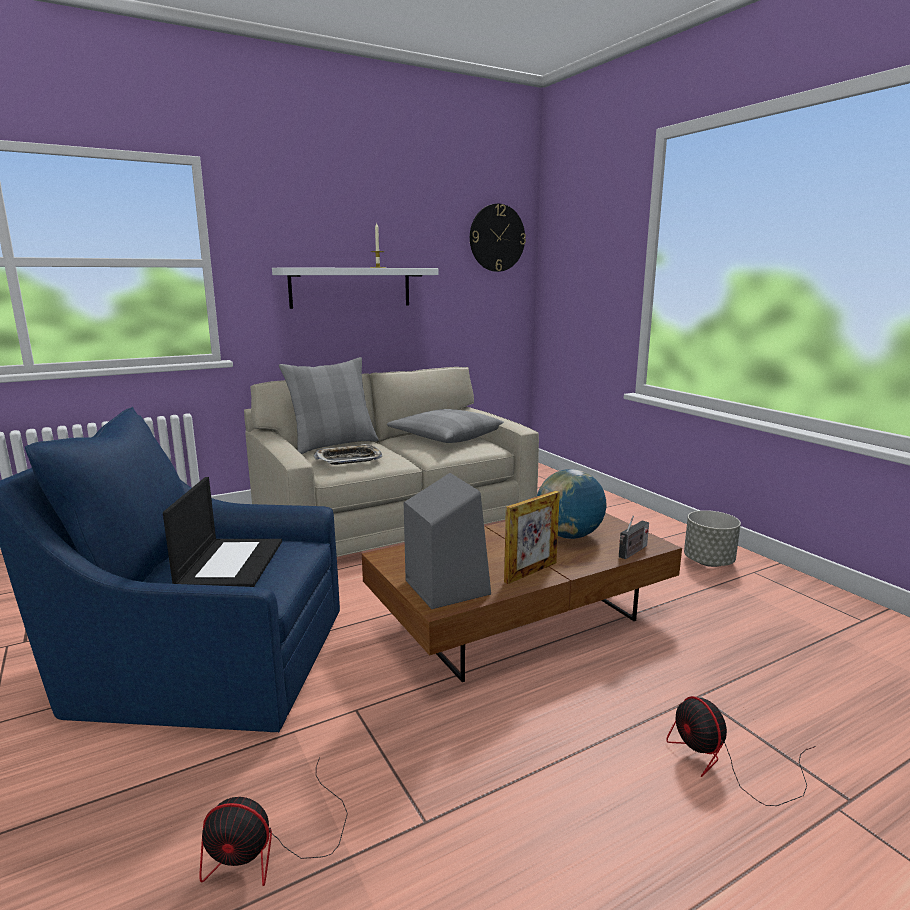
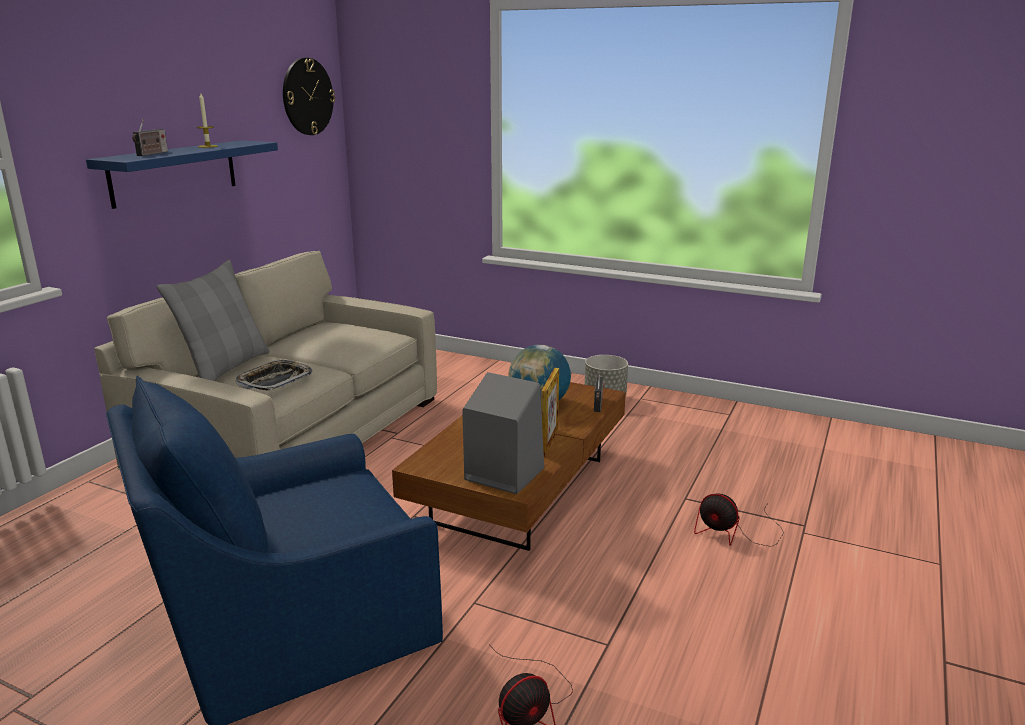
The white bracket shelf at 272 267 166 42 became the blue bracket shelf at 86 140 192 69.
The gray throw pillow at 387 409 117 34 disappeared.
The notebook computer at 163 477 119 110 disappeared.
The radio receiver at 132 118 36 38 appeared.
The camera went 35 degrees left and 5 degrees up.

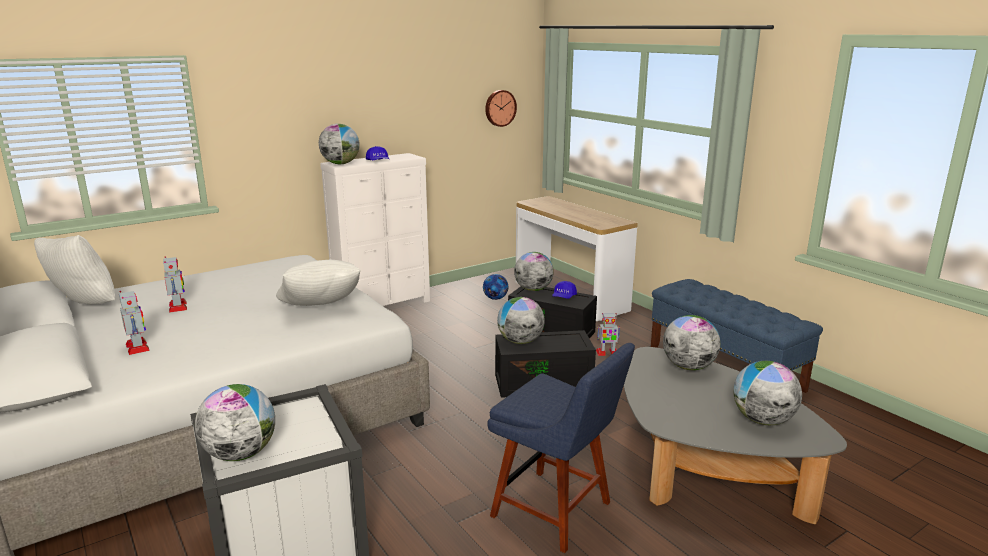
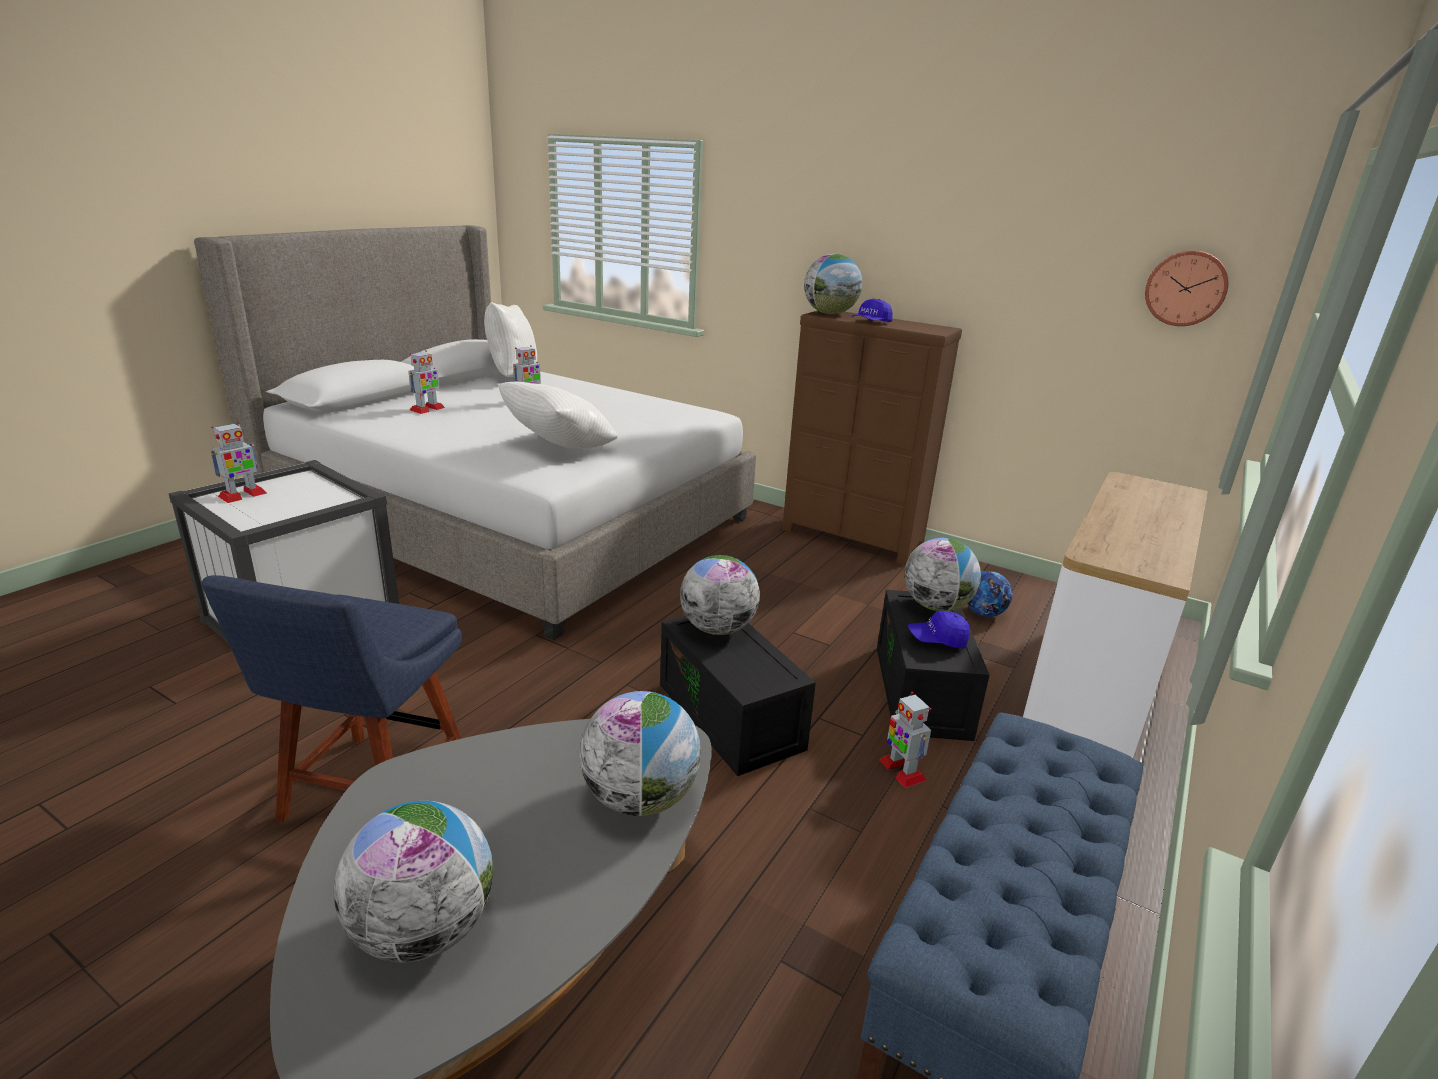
The white chest of drawers at 320 153 110 153 became the brownish chest of drawers at 782 310 180 255.
The globe at 195 384 80 77 was replaced by the toy robot at 210 422 57 81.
The camera went 65 degrees right and 5 degrees up.

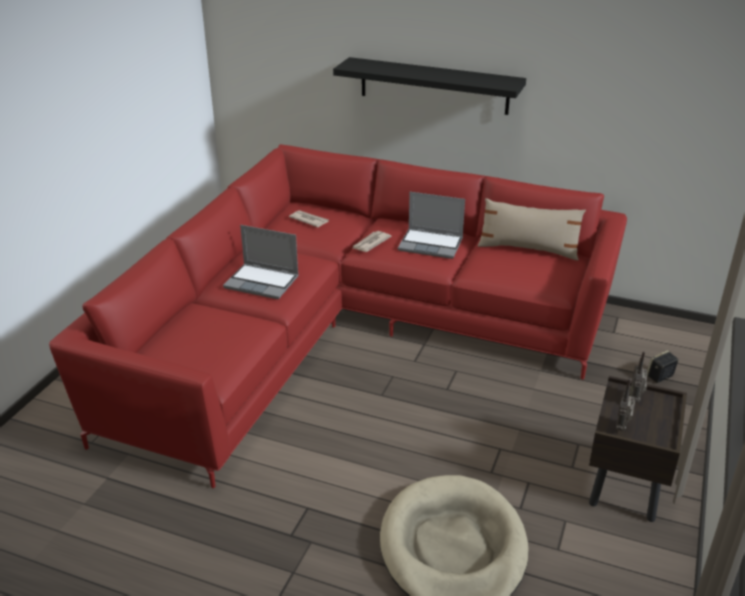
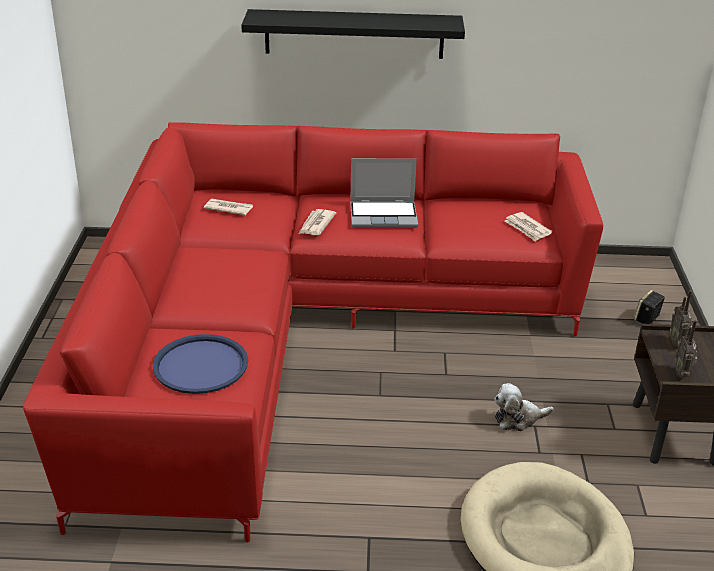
The beige-coloured throw pillow at 478 198 108 62 disappeared.
The notebook computer at 223 225 76 74 disappeared.
The daily paper at 505 212 47 30 appeared.
The blue tray at 152 334 96 60 appeared.
The cuddly toy at 494 383 60 48 appeared.
The camera went 20 degrees left and 0 degrees up.

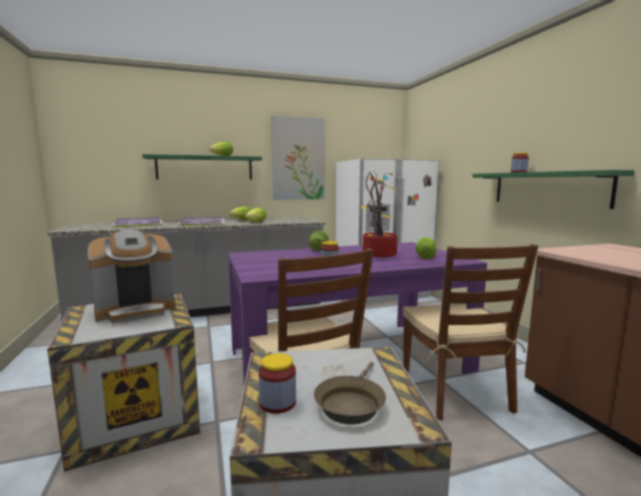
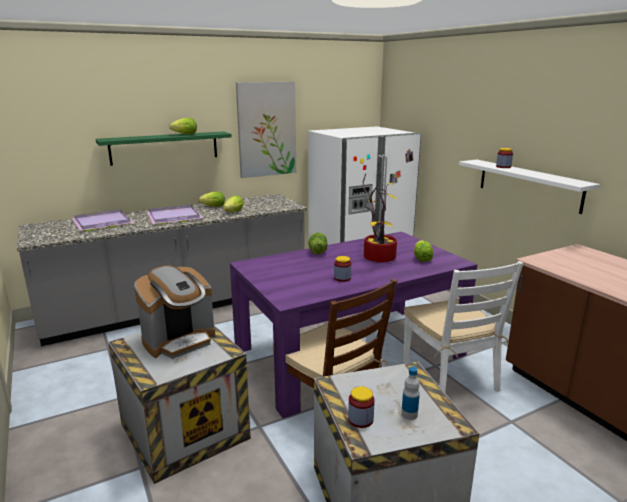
The green-coloured bracket shelf at 472 170 163 39 became the white bracket shelf at 459 160 141 54.
The brownish chair at 403 244 135 177 became the white chair at 403 261 120 132.
The brownish pan at 314 362 72 63 was replaced by the drink bottle at 401 367 19 53.
The camera went 10 degrees left and 10 degrees up.

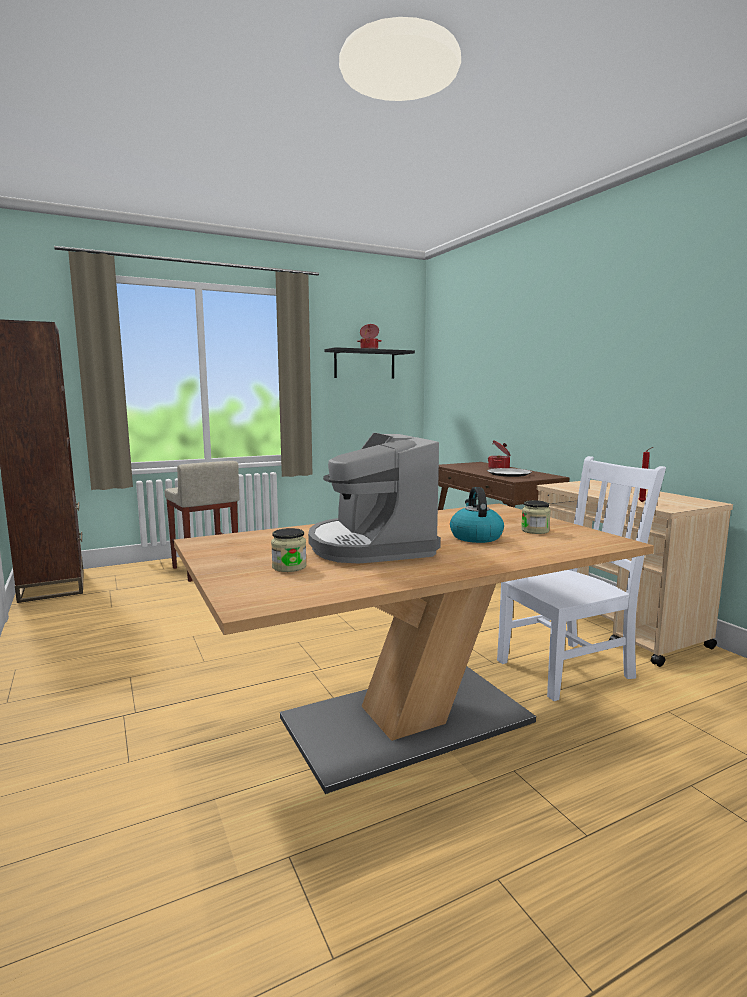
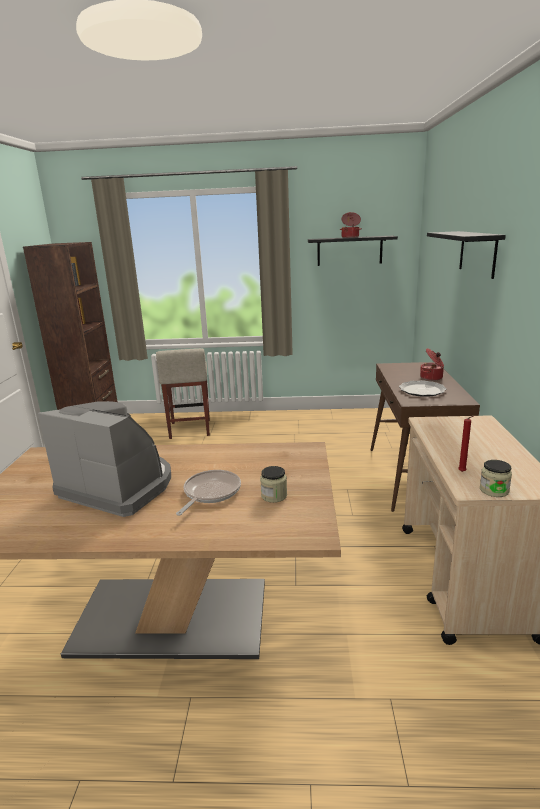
The coffee brewer at 308 433 133 130 turned 105 degrees clockwise.
The white chair at 497 456 169 245 disappeared.
The kettle at 450 487 54 56 was replaced by the pan at 176 470 65 46.
The preserve jar moved from 271 528 36 44 to 480 460 32 37.
The black bracket shelf at 427 231 79 48 appeared.
The camera went 30 degrees right and 10 degrees up.

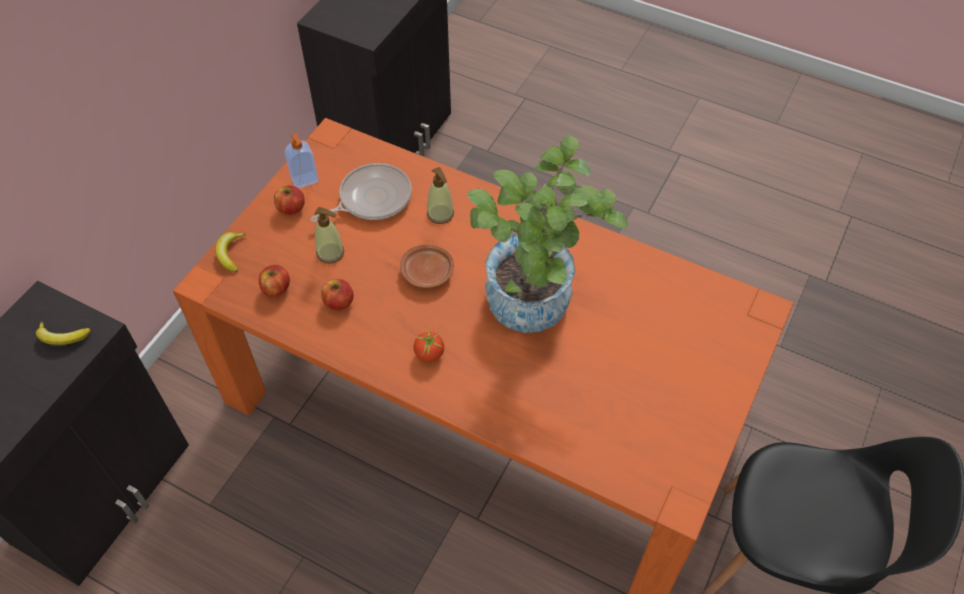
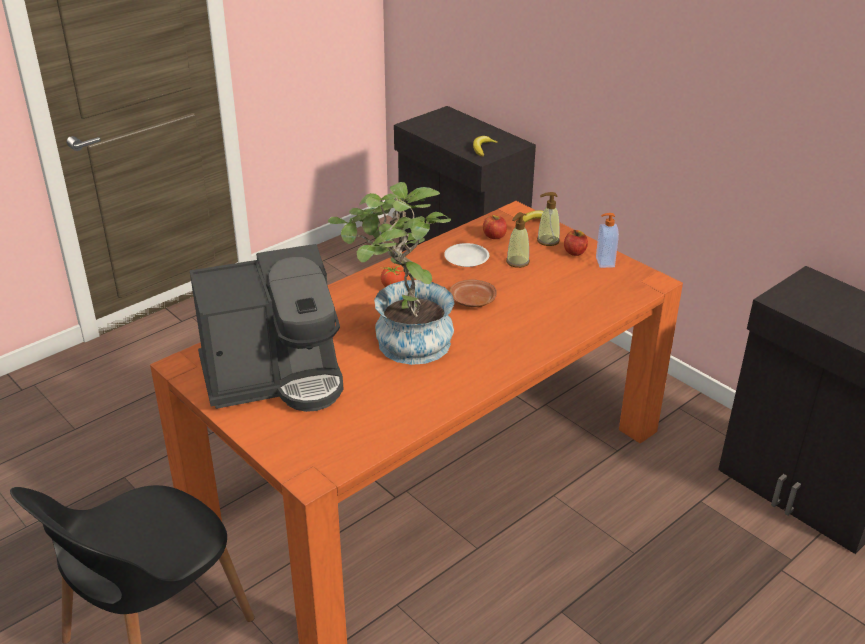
The pan at 310 163 102 59 disappeared.
The soap dispenser moved from 427 167 27 57 to 537 192 23 54.
The apple fruit at 321 279 33 31 was replaced by the white plate at 444 243 45 24.
The coffee brewer at 189 244 154 168 appeared.
The camera went 110 degrees right and 20 degrees down.

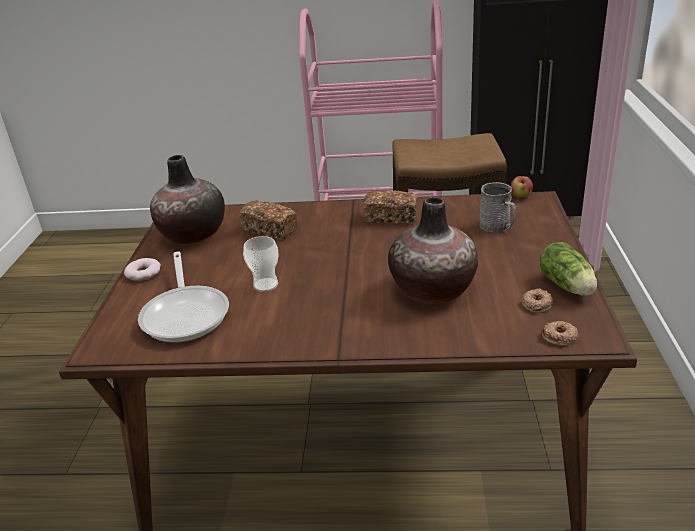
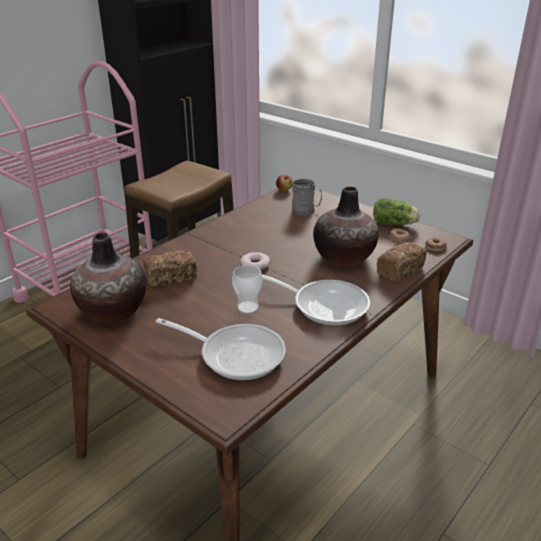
The baked bread moved from 363 190 55 34 to 377 242 50 40.
The ring doughnut moved from 124 258 37 23 to 240 252 31 18.
The pan at 262 274 108 52 appeared.
The camera went 55 degrees left and 0 degrees up.

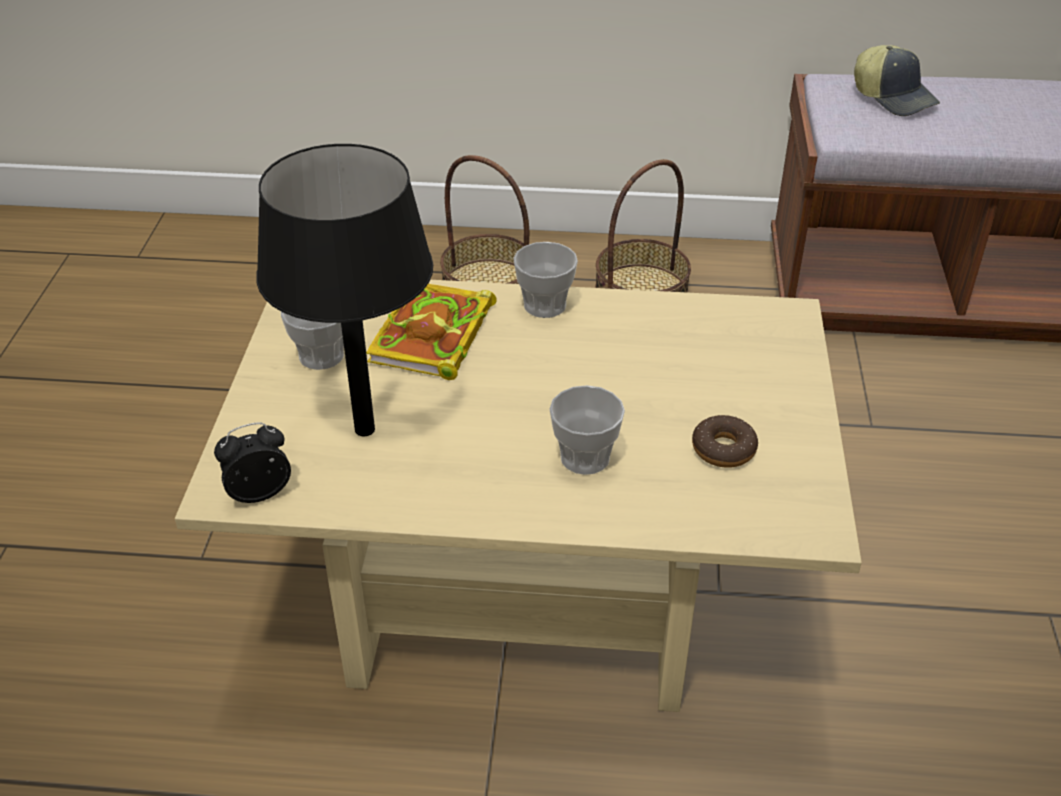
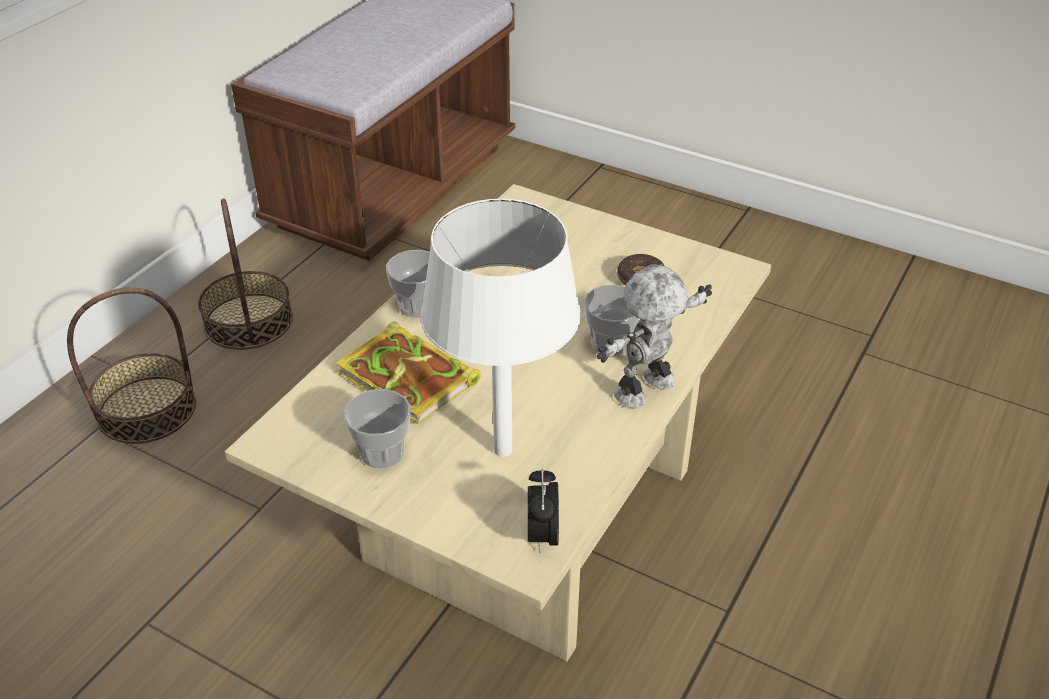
The baseball cap at 854 45 86 71 disappeared.
The black lamp for a table at 256 144 177 292 became the white lamp for a table at 421 199 160 258.
The toy robot at 597 264 115 144 appeared.
The camera went 65 degrees left and 0 degrees up.

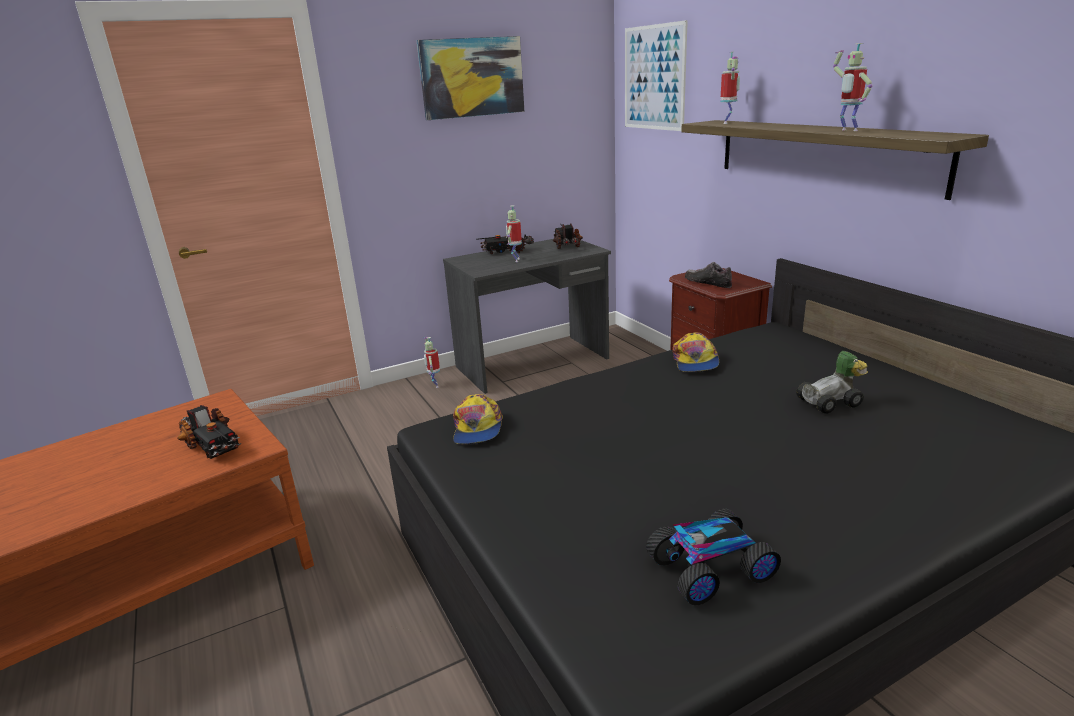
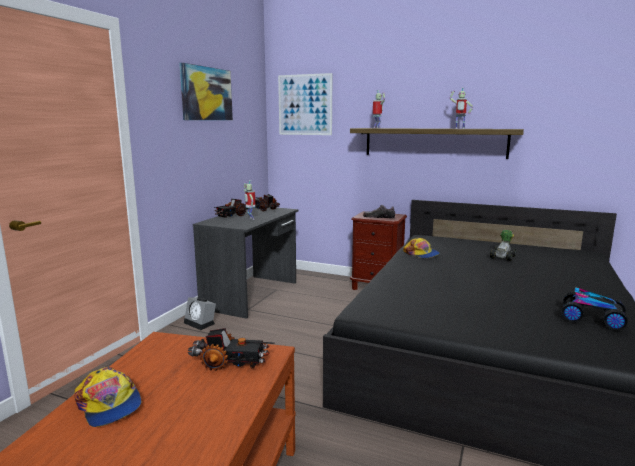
The toy robot at 424 337 16 51 was replaced by the alarm clock at 184 297 32 33.
The baseball cap moved from 453 394 50 50 to 74 367 67 60.
The miniature car at 646 508 135 97 turned 90 degrees clockwise.
The camera went 40 degrees left and 10 degrees down.

